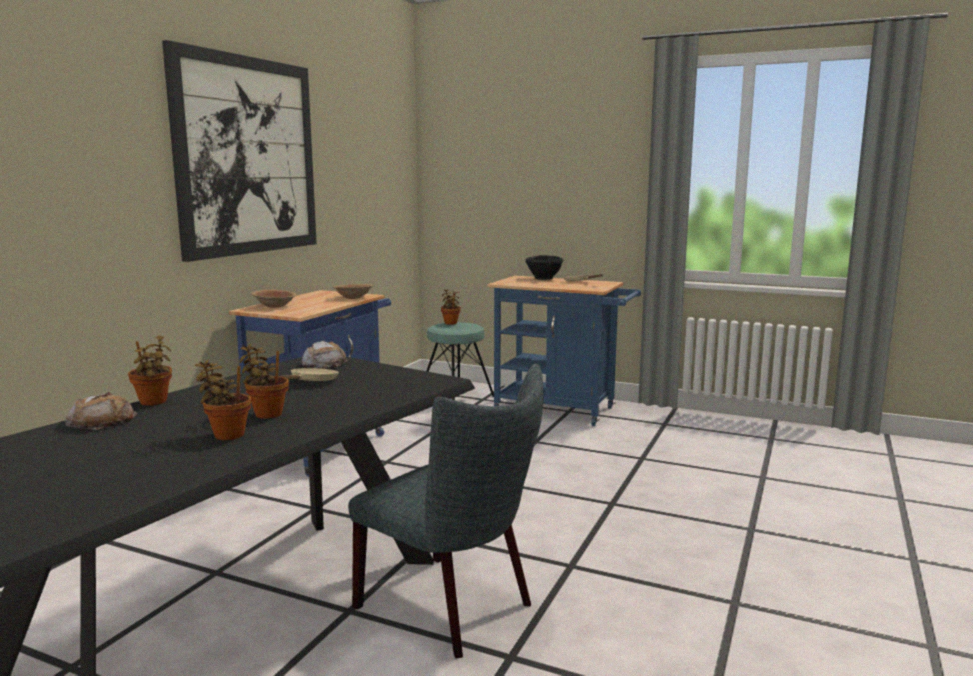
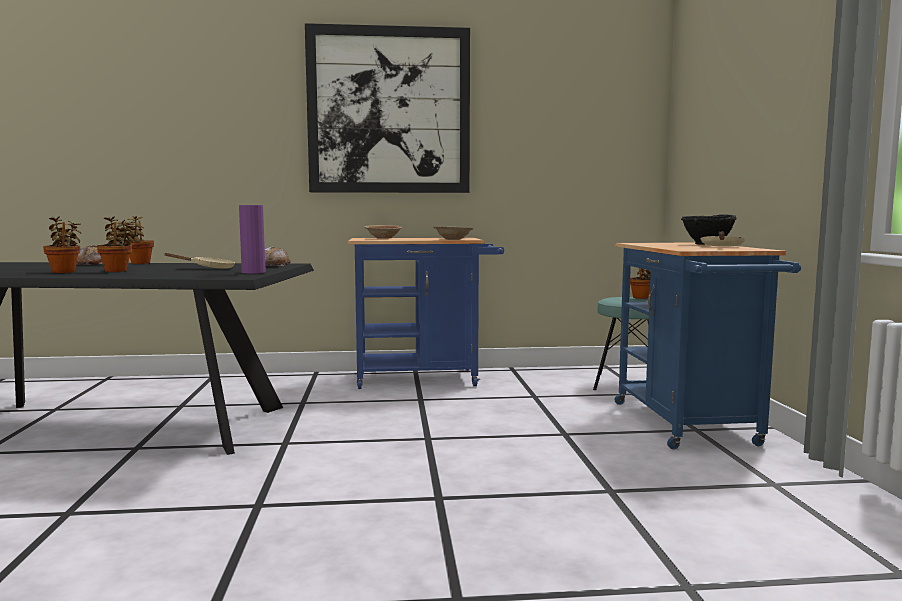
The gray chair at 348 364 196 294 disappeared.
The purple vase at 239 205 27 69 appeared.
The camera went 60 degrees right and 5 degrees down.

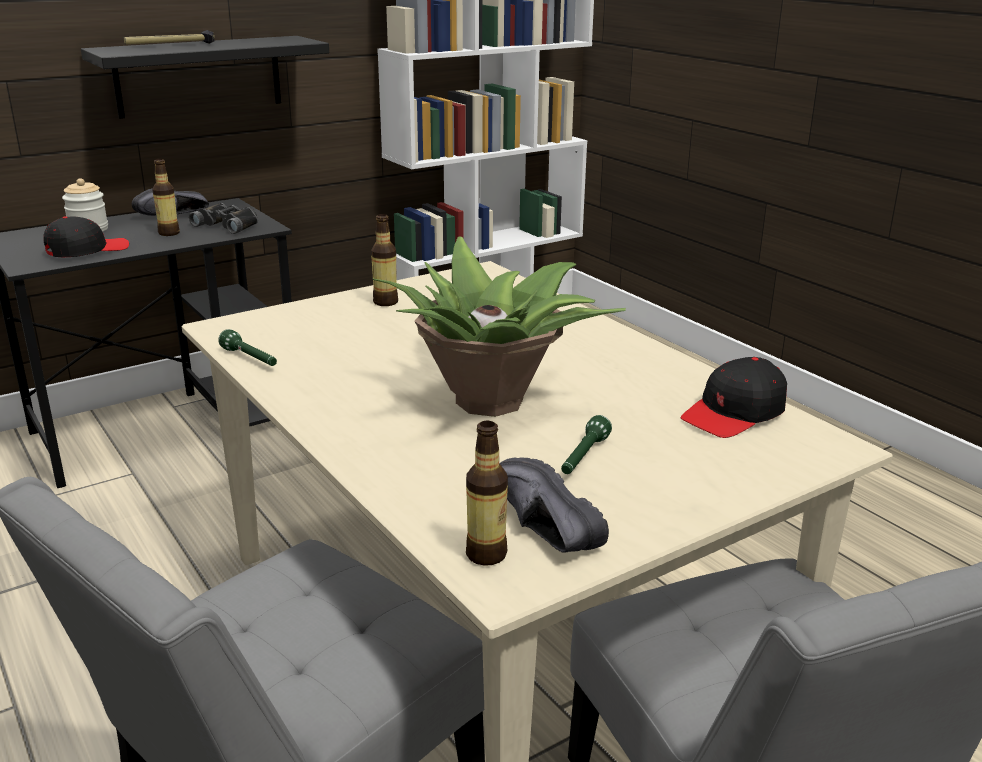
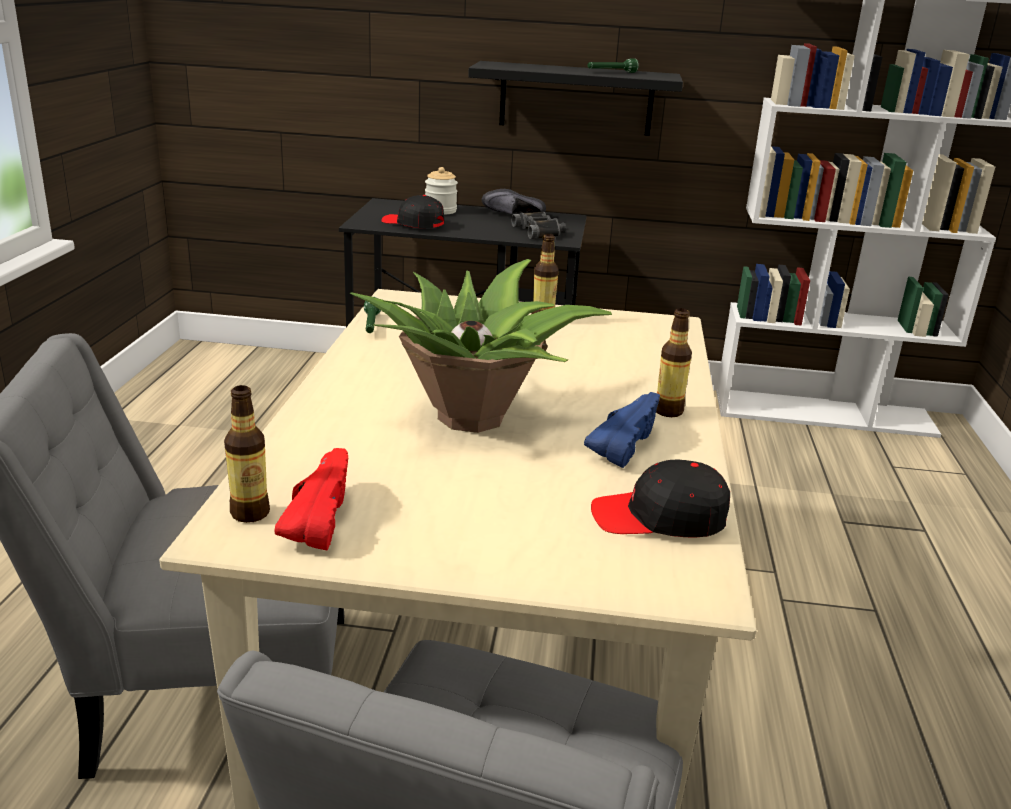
The tool hammer at 123 30 92 14 disappeared.
The drink bottle moved from 152 159 28 77 to 656 308 36 109.
The black baseball cap at 43 216 86 41 turned 150 degrees counterclockwise.
The green-coloured hand torch moved from 561 415 51 59 to 588 58 51 15.
The black low shoe at 499 457 110 96 became the reddish low shoe at 274 448 74 102.
The blue low shoe at 584 392 76 76 appeared.
The camera went 40 degrees right and 0 degrees up.

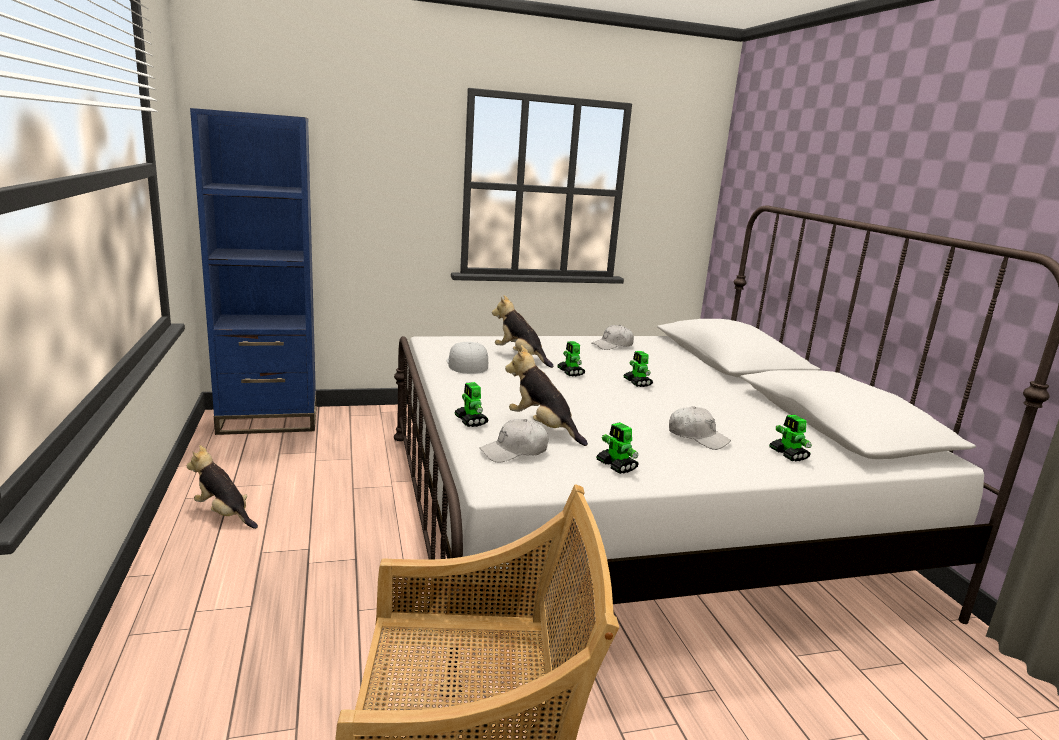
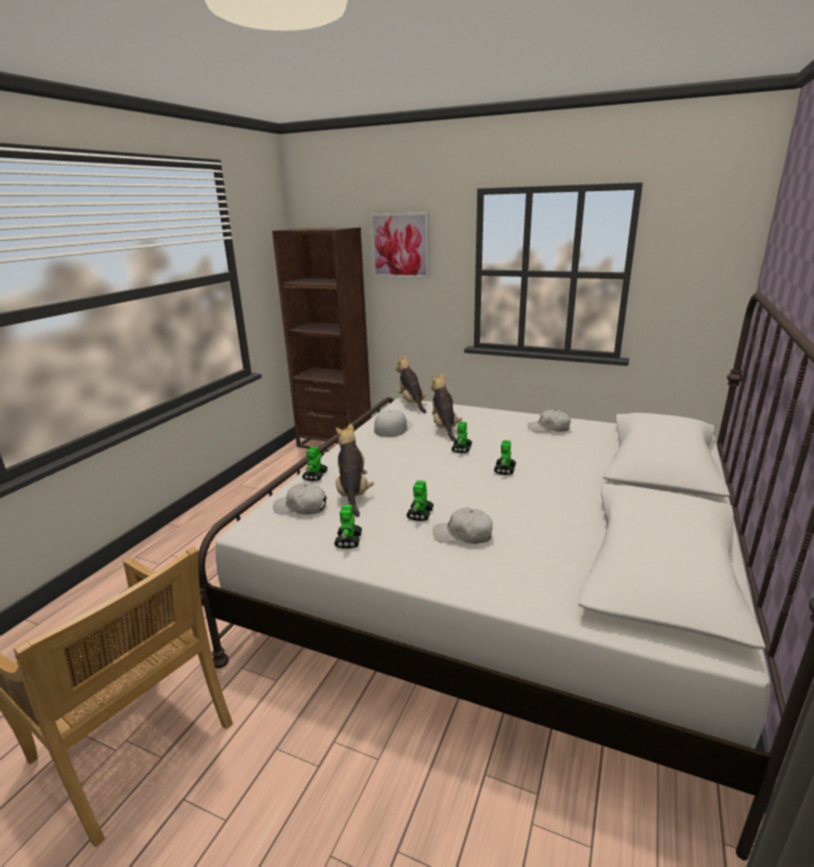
The blue shelving unit at 190 108 127 327 became the brownish shelving unit at 272 227 99 225.
The white baseball cap at 669 406 62 44 turned 120 degrees clockwise.
The toy robot moved from 769 415 43 46 to 406 480 28 41.
The cuddly toy moved from 186 445 72 84 to 396 355 31 58.
The wall art at 370 212 60 67 appeared.
The camera went 40 degrees right and 5 degrees up.

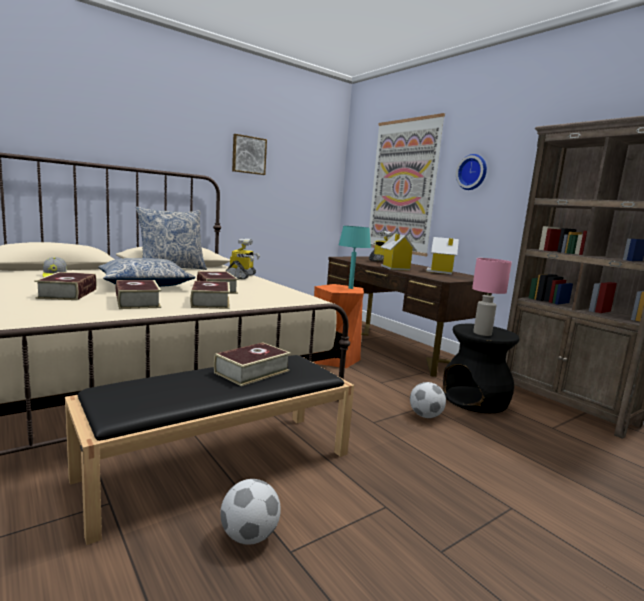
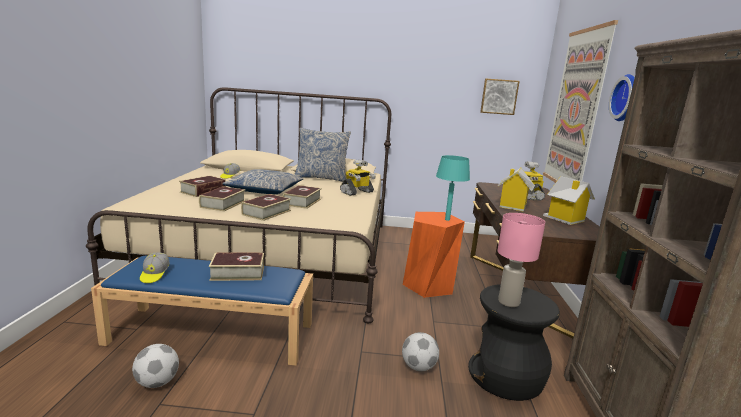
The wall art moved from 232 134 35 41 to 480 79 40 36.
The black indoor bench at 65 355 289 190 became the blue indoor bench at 91 255 222 110.
The baseball cap at 140 252 29 31 appeared.
The camera went 40 degrees right and 5 degrees up.

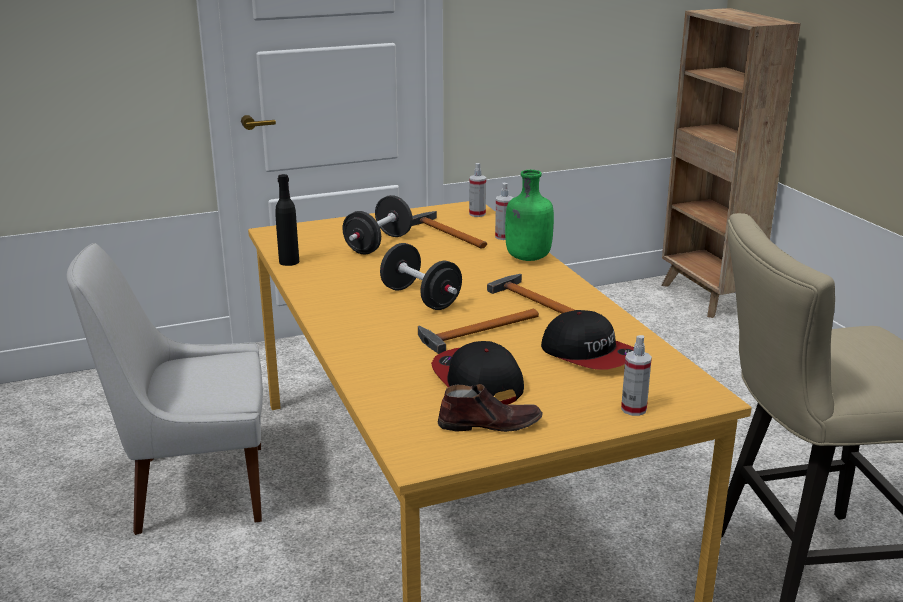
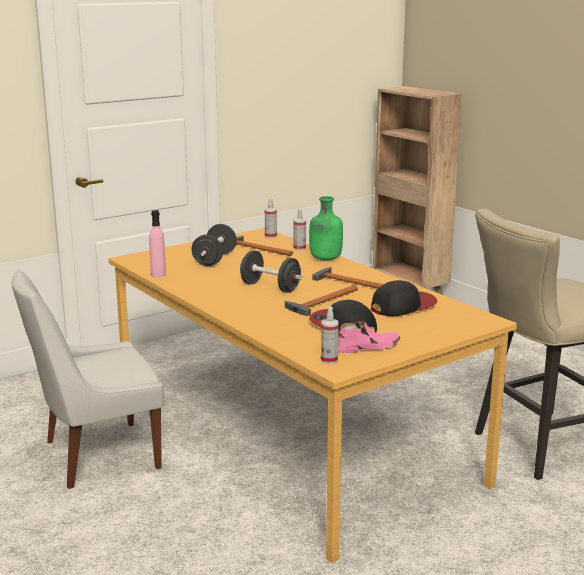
The black drink bottle at 275 174 24 92 became the pink-coloured drink bottle at 149 210 17 68.
The baseball cap at 541 310 93 60 turned 60 degrees counterclockwise.
The hand sprayer moved from 621 335 31 81 to 321 307 18 57.
The brownish low shoe at 438 384 105 48 became the pink-coloured low shoe at 338 321 63 32.
The camera went 15 degrees left and 5 degrees down.

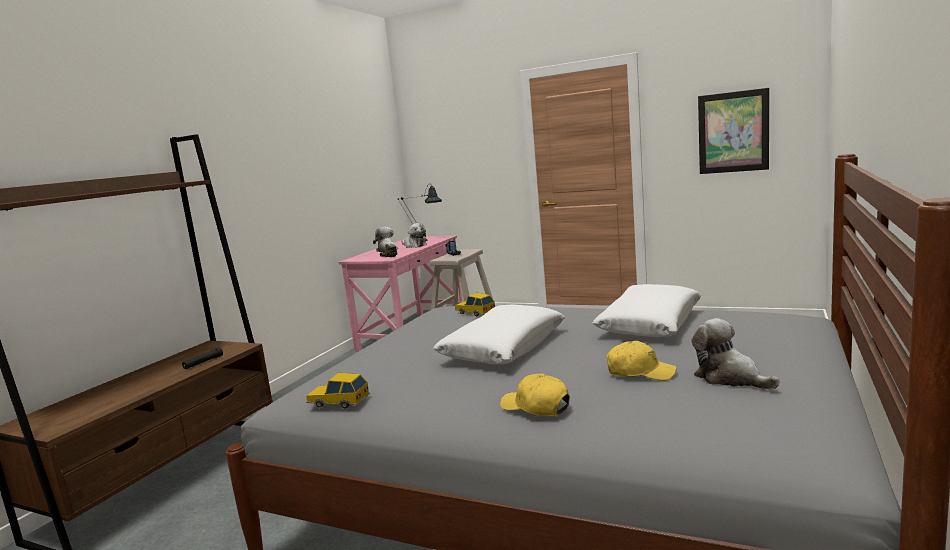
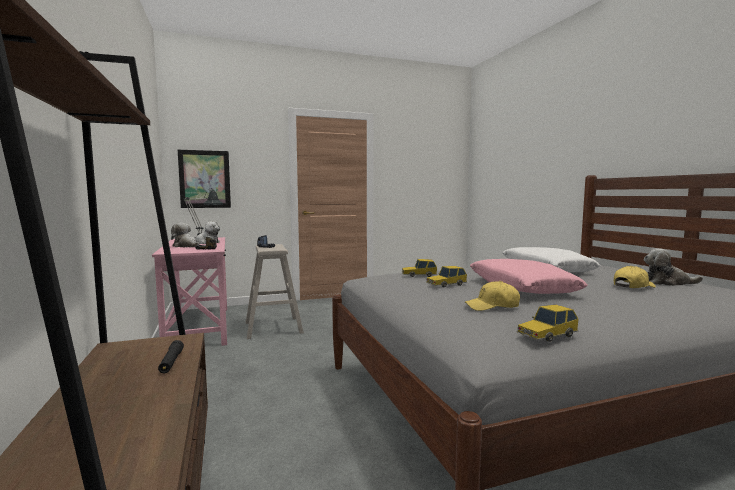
The wall art moved from 698 88 71 86 to 178 150 53 58.
The white throw pillow at 433 304 132 61 became the pink-coloured throw pillow at 470 259 118 35.
The yellow baseball cap moved from 500 373 70 43 to 465 281 55 30.
The miniature car at 427 266 40 21 appeared.
The camera went 45 degrees left and 5 degrees down.

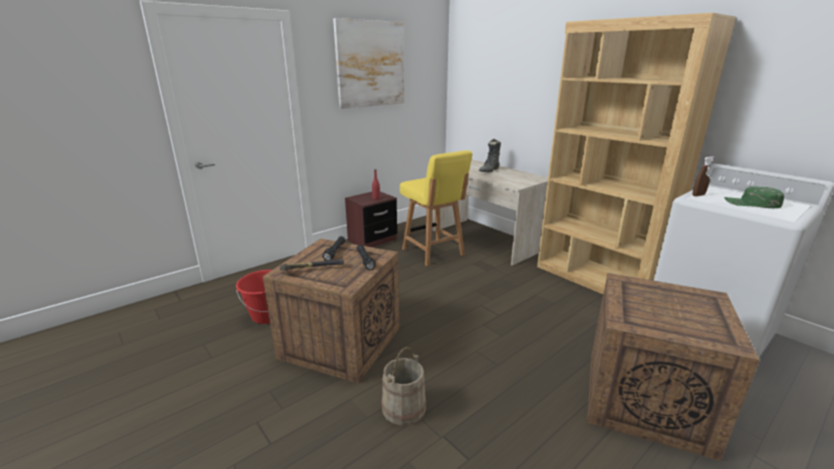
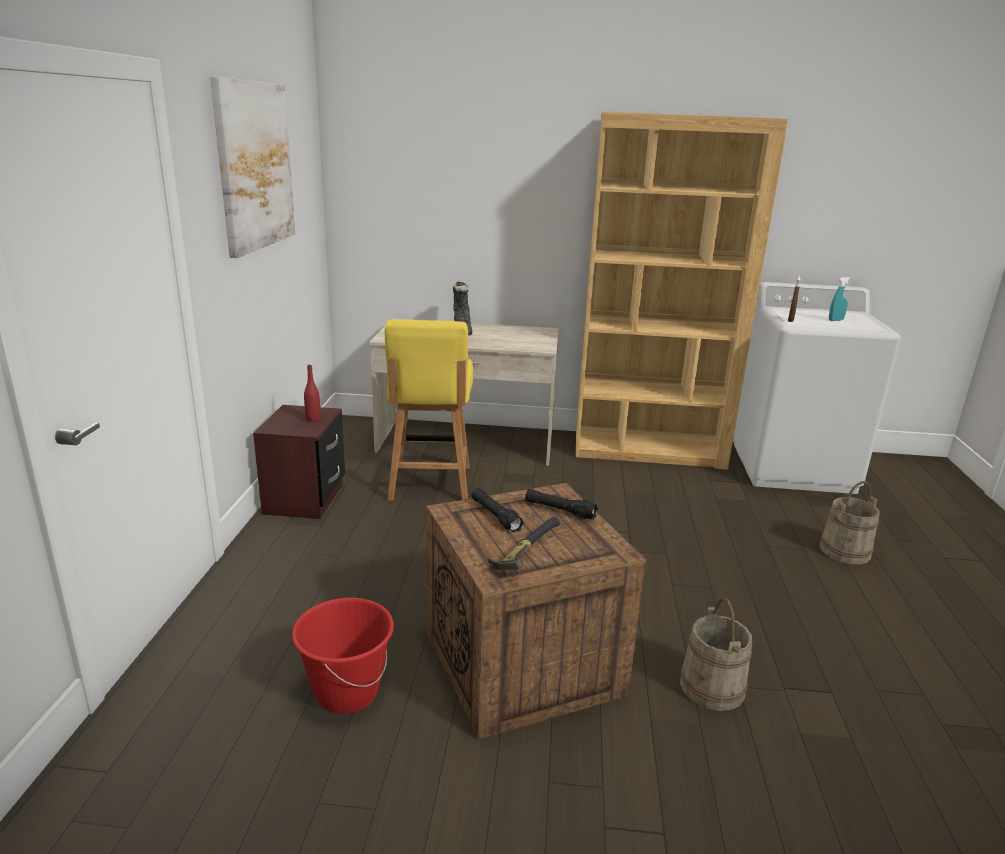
The yellow chair at 400 150 73 116 turned 75 degrees clockwise.
The green-coloured baseball cap at 724 186 60 22 was replaced by the turquoise hand sprayer at 829 277 22 44.
The crate at 587 273 173 188 was replaced by the beige-coloured bucket at 820 481 60 84.
The camera went 45 degrees left and 0 degrees up.

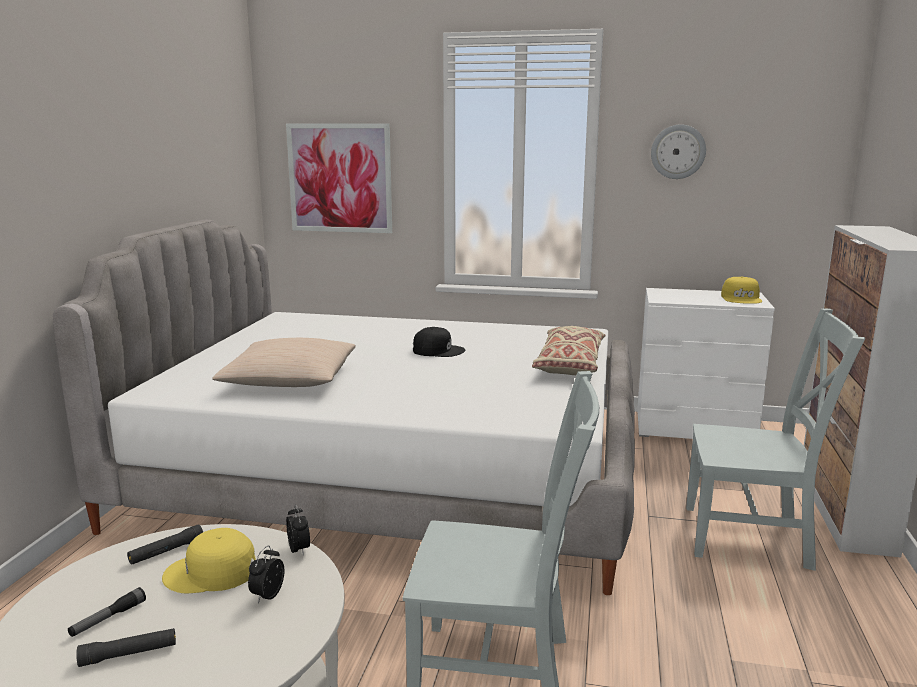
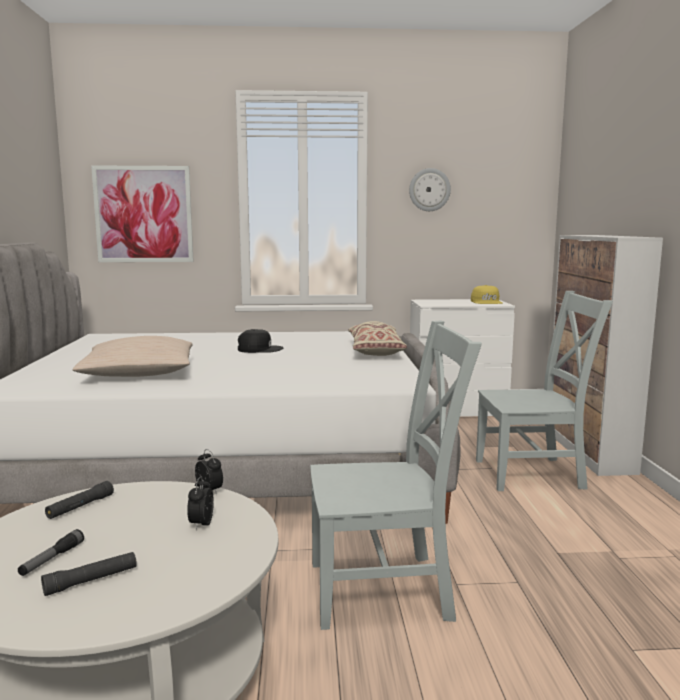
The yellow baseball cap at 162 528 94 65 disappeared.
The camera went 15 degrees left and 5 degrees down.

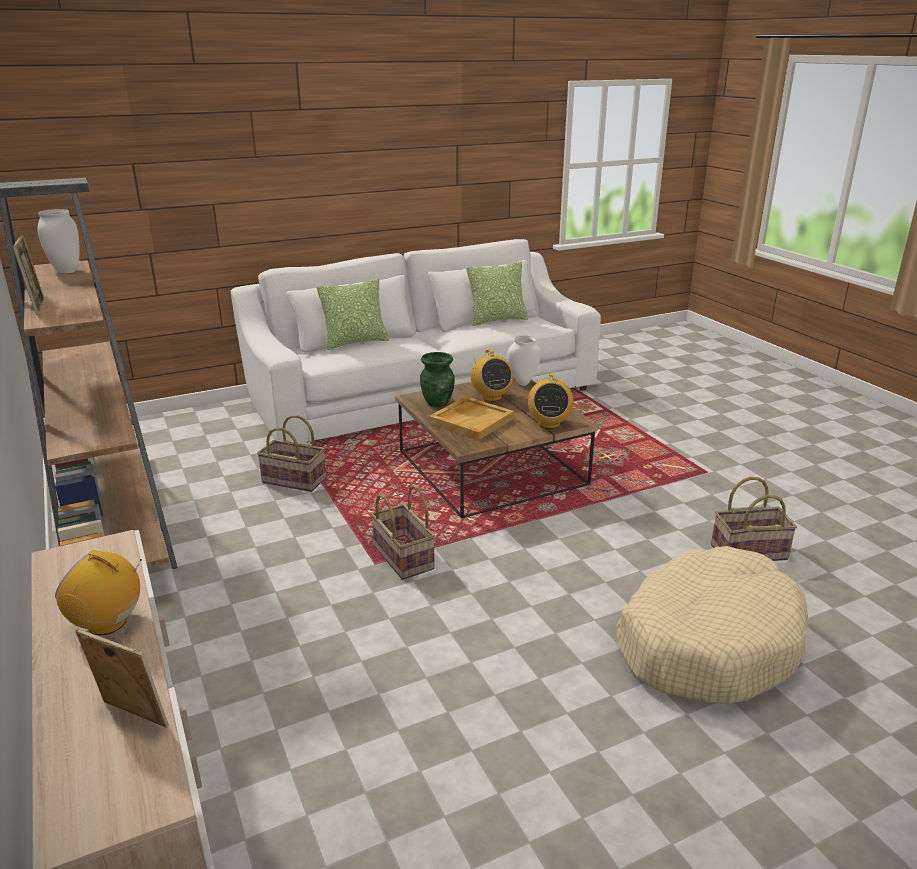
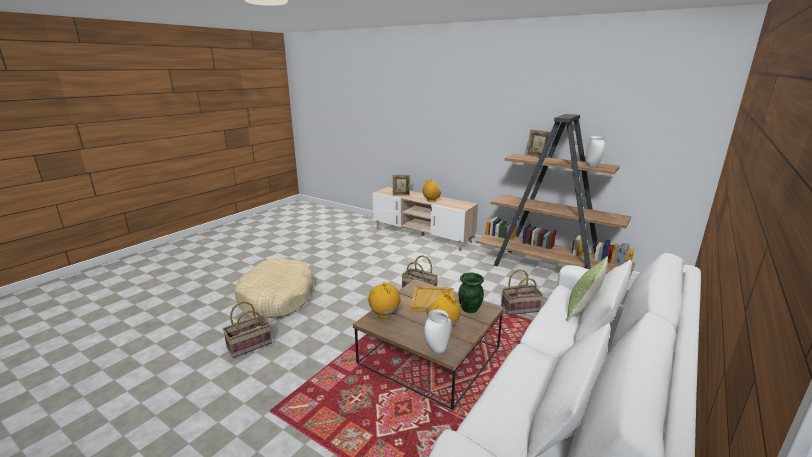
The throw pillow at 466 261 62 65 disappeared.
The camera went 150 degrees right and 5 degrees down.

